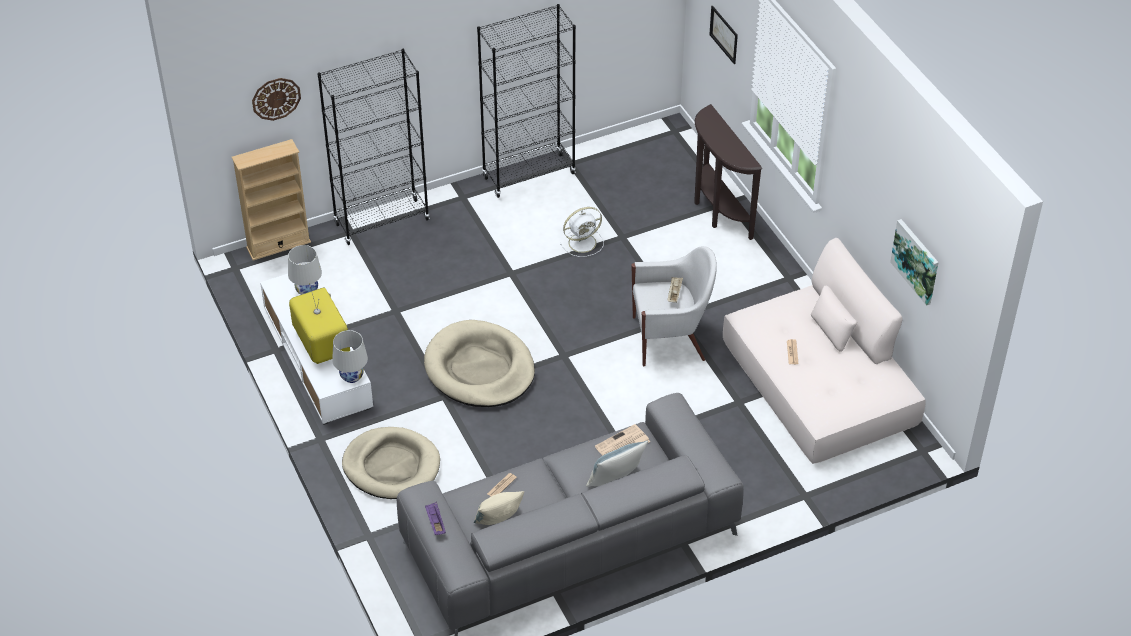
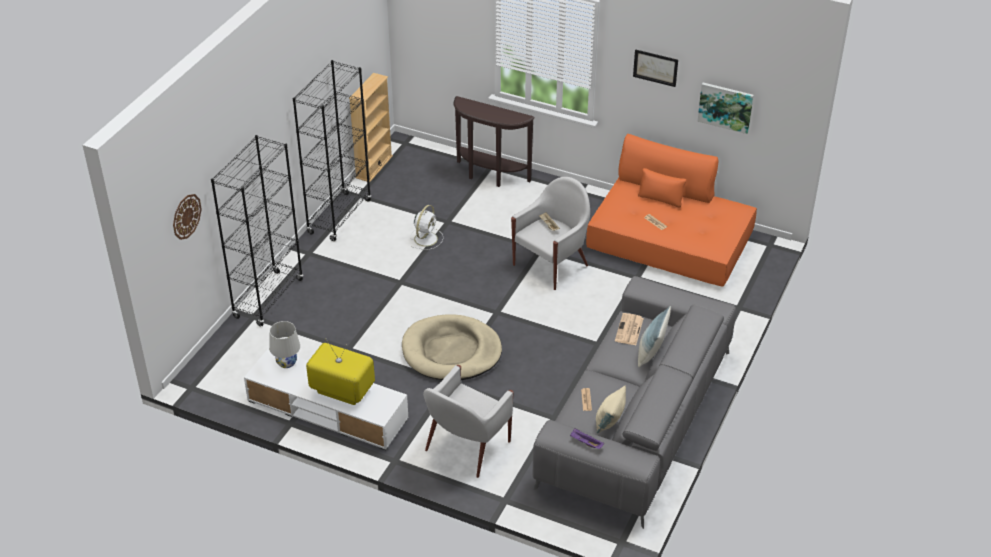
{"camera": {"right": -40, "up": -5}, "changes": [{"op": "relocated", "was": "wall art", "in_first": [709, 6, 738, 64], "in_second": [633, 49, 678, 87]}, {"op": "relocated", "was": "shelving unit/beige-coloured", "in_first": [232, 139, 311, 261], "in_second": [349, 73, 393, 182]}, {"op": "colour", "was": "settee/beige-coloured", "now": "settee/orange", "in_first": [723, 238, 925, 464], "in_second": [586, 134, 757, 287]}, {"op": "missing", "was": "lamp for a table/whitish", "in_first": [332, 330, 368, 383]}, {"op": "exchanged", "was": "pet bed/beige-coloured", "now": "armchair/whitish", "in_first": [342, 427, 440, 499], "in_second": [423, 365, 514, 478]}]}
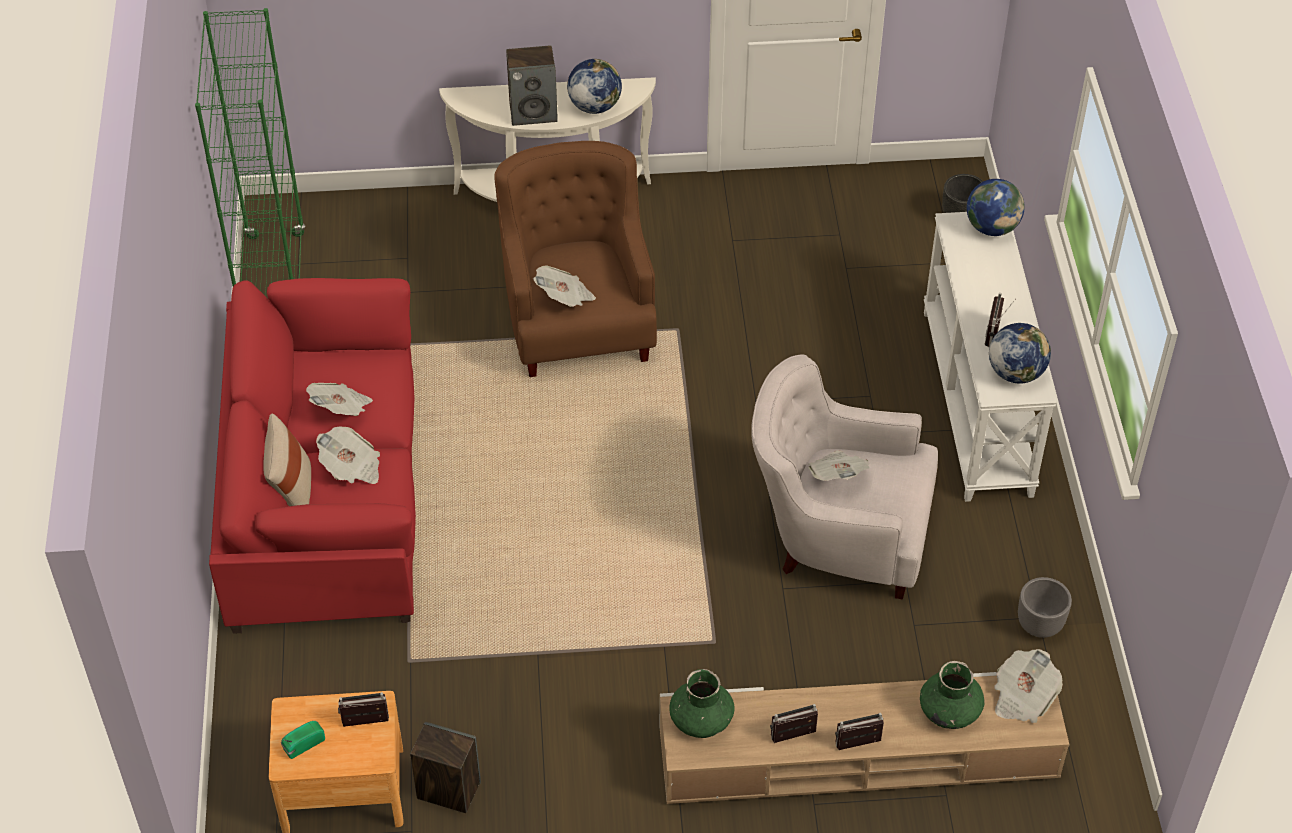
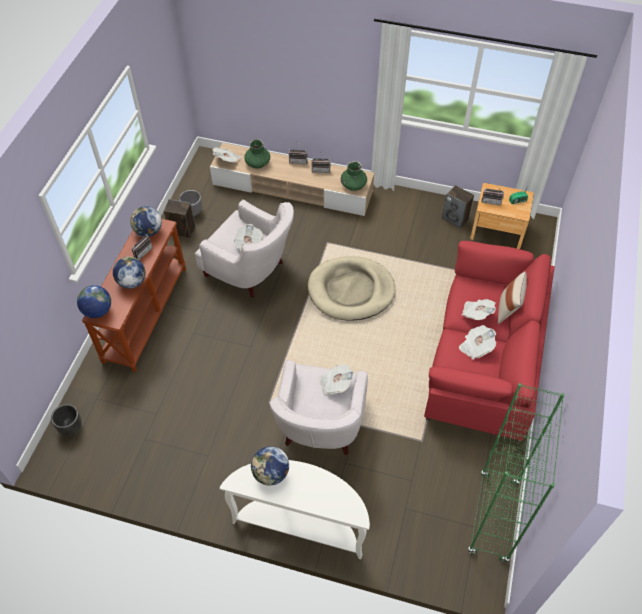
{"camera": {"right": -160, "up": 5}, "changes": [{"op": "relocated", "was": "audio speaker", "in_first": [506, 45, 558, 126], "in_second": [164, 199, 195, 238]}, {"op": "colour", "was": "armchair/brown", "now": "armchair/whitish", "in_first": [494, 141, 657, 377], "in_second": [270, 360, 368, 455]}, {"op": "colour", "was": "narrow table/whitish", "now": "narrow table/brown", "in_first": [924, 212, 1057, 502], "in_second": [82, 219, 186, 372]}, {"op": "appeared", "now": "world globe", "in_second": [113, 256, 146, 289]}, {"op": "appeared", "now": "pet bed/beige-coloured", "in_second": [308, 256, 395, 320]}]}
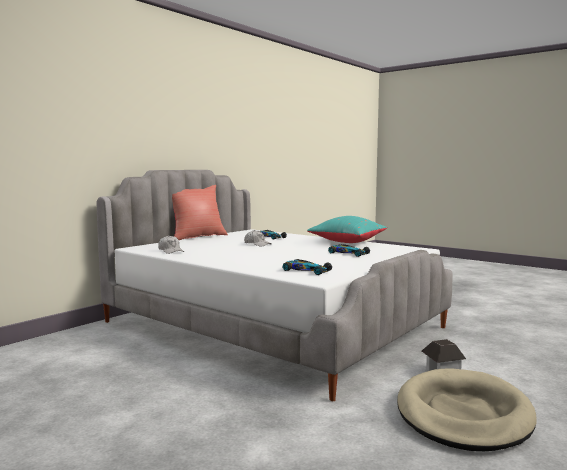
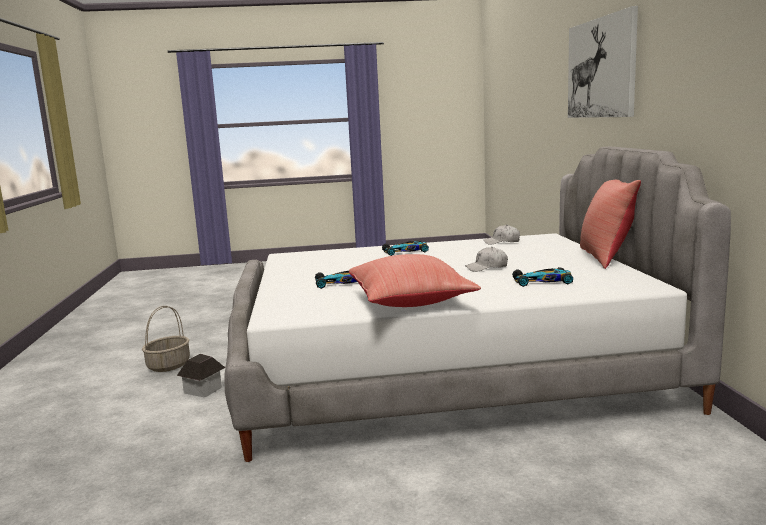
{"camera": {"right": 135, "up": 5}, "changes": [{"op": "colour", "was": "cushion/turquoise", "now": "cushion/red", "in_first": [307, 216, 387, 243], "in_second": [349, 254, 481, 307]}, {"op": "relocated", "was": "toy car", "in_first": [282, 259, 332, 275], "in_second": [382, 240, 429, 256]}, {"op": "exchanged", "was": "pet bed/beige-coloured", "now": "basket", "in_first": [397, 368, 537, 451], "in_second": [142, 306, 190, 372]}, {"op": "appeared", "now": "wall art", "in_second": [568, 6, 638, 118]}]}
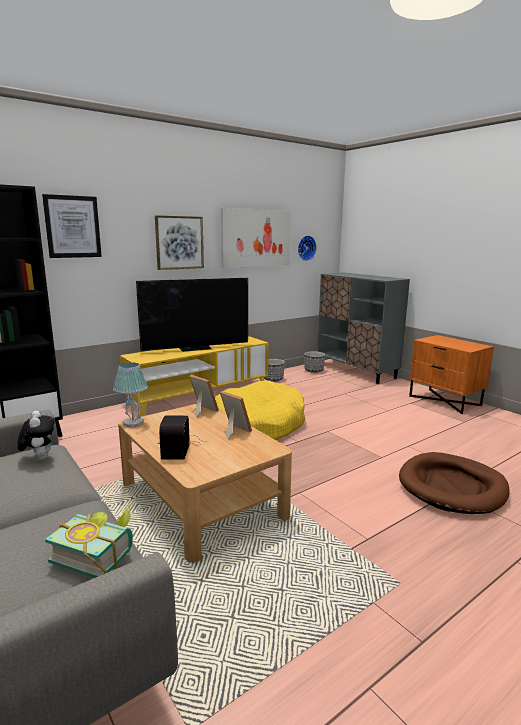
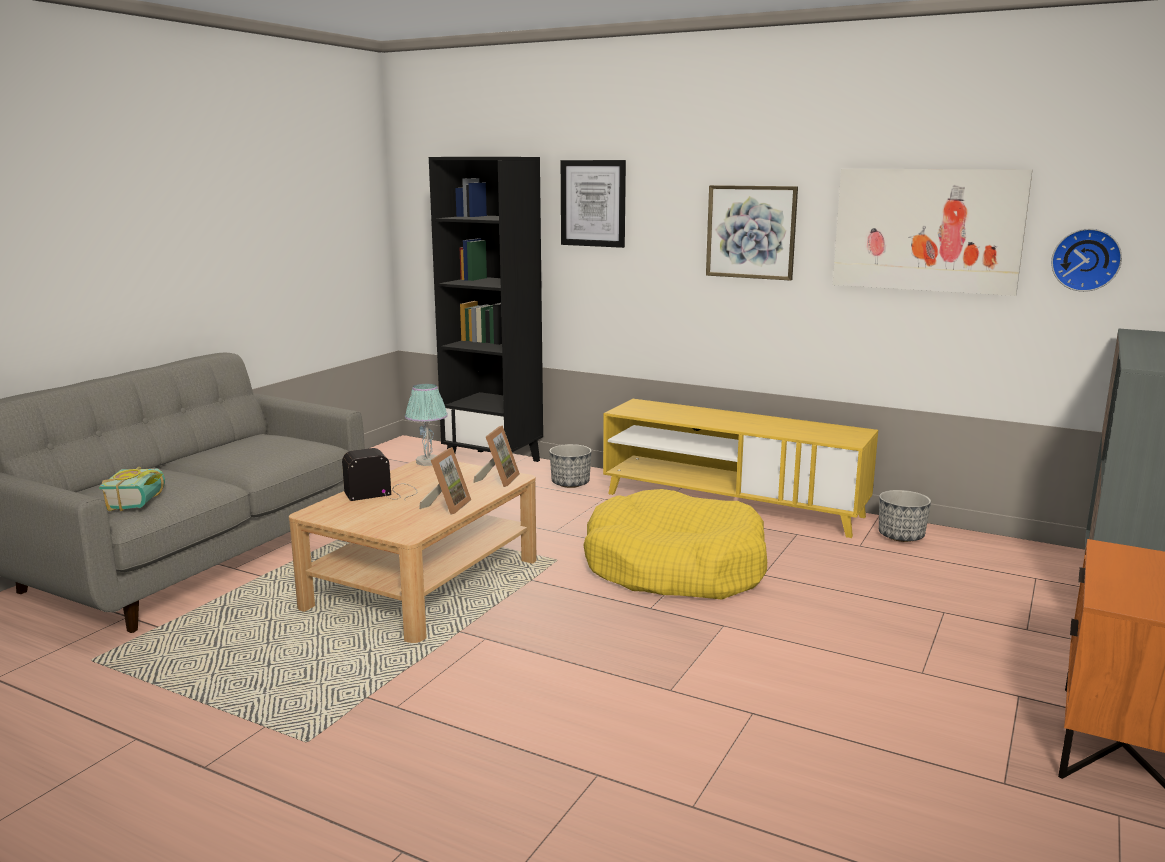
{"camera": {"right": 65, "up": 0}, "changes": [{"op": "missing", "was": "TV", "in_first": [136, 278, 248, 352]}, {"op": "relocated", "was": "planter", "in_first": [304, 351, 325, 373], "in_second": [549, 444, 592, 488]}, {"op": "missing", "was": "cuddly toy", "in_first": [17, 411, 54, 460]}, {"op": "missing", "was": "pet bed/brown", "in_first": [399, 452, 510, 514]}]}
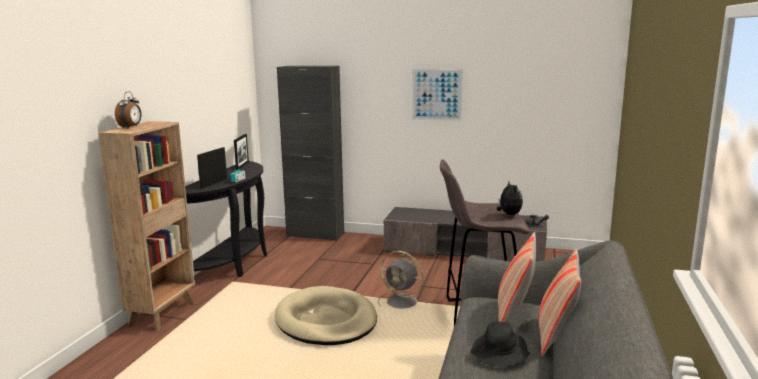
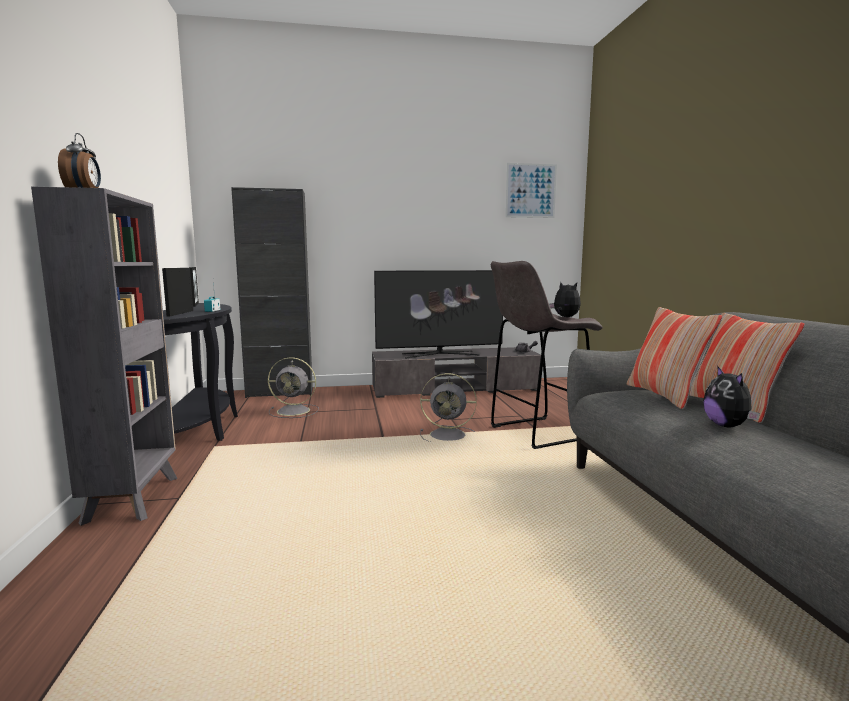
{"camera": {"right": -25, "up": -5}, "changes": [{"op": "relocated", "was": "wall art", "in_first": [412, 69, 463, 121], "in_second": [505, 163, 557, 218]}, {"op": "colour", "was": "shelving unit/brown", "now": "shelving unit/greyish", "in_first": [98, 121, 195, 331], "in_second": [31, 187, 178, 526]}, {"op": "missing", "was": "pet bed/beige-coloured", "in_first": [275, 286, 377, 345]}, {"op": "exchanged", "was": "clothing hat/blackish", "now": "cuddly toy", "in_first": [471, 321, 530, 367], "in_second": [703, 366, 760, 427]}, {"op": "appeared", "now": "TV", "in_second": [374, 270, 503, 359]}, {"op": "appeared", "now": "cooling fan/greyish", "in_second": [268, 358, 319, 418]}]}
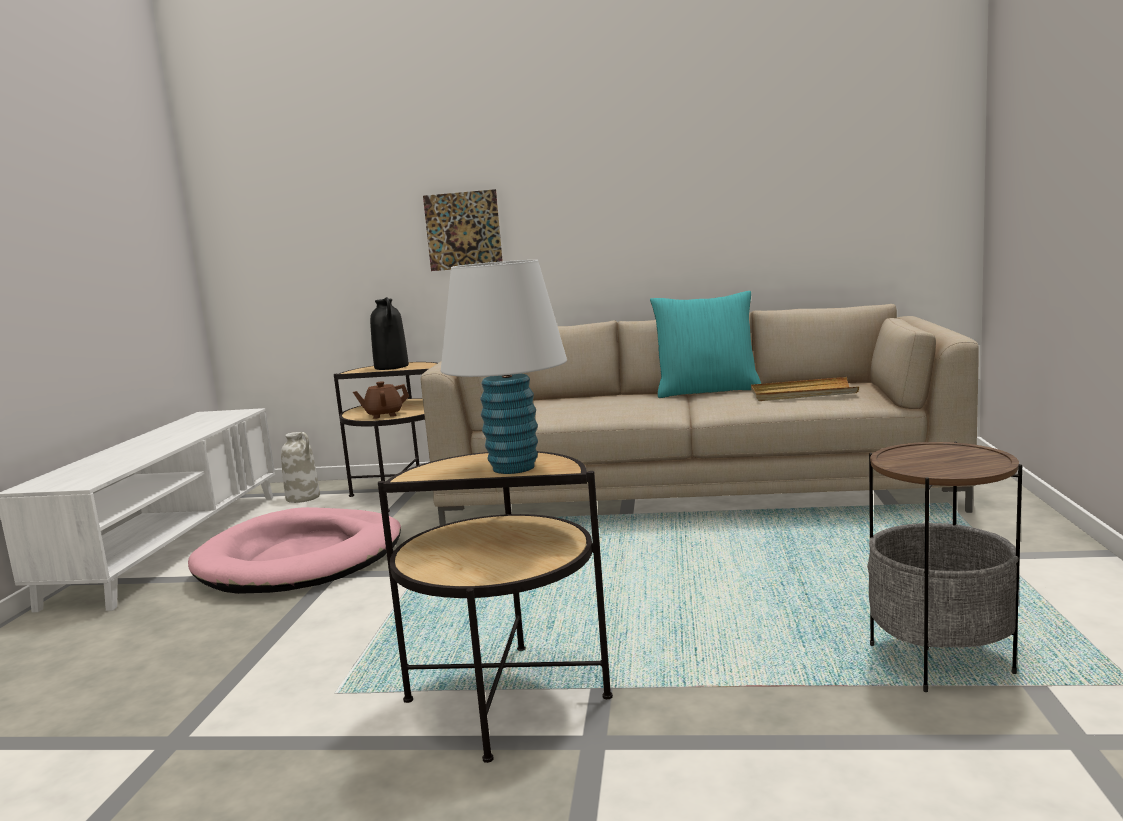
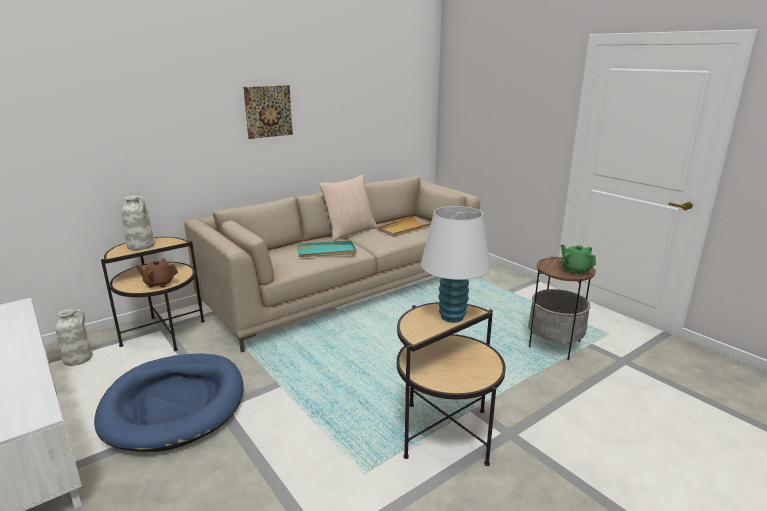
{"camera": {"right": -45, "up": 10}, "changes": [{"op": "relocated", "was": "wall art", "in_first": [423, 189, 503, 271], "in_second": [243, 85, 293, 139]}, {"op": "colour", "was": "cushion/turquoise", "now": "cushion/beige-coloured", "in_first": [650, 291, 761, 398], "in_second": [319, 174, 377, 241]}, {"op": "colour", "was": "flower vase/blackish", "now": "flower vase/whitish", "in_first": [370, 297, 409, 370], "in_second": [122, 196, 155, 250]}, {"op": "spun", "was": "tea pot/brown", "in_first": [353, 381, 409, 419], "in_second": [136, 259, 178, 288], "clockwise": 60}, {"op": "colour", "was": "pet bed/pink", "now": "pet bed/blue-coloured", "in_first": [188, 507, 401, 594], "in_second": [94, 354, 243, 452]}, {"op": "appeared", "now": "tray/turquoise", "in_second": [297, 241, 356, 257]}, {"op": "appeared", "now": "tea pot/green", "in_second": [561, 245, 596, 275]}]}
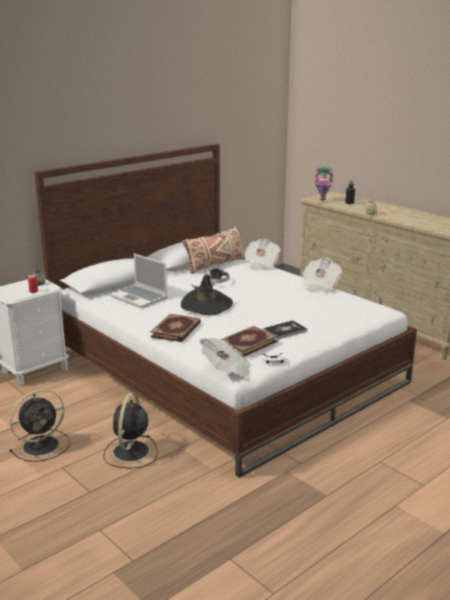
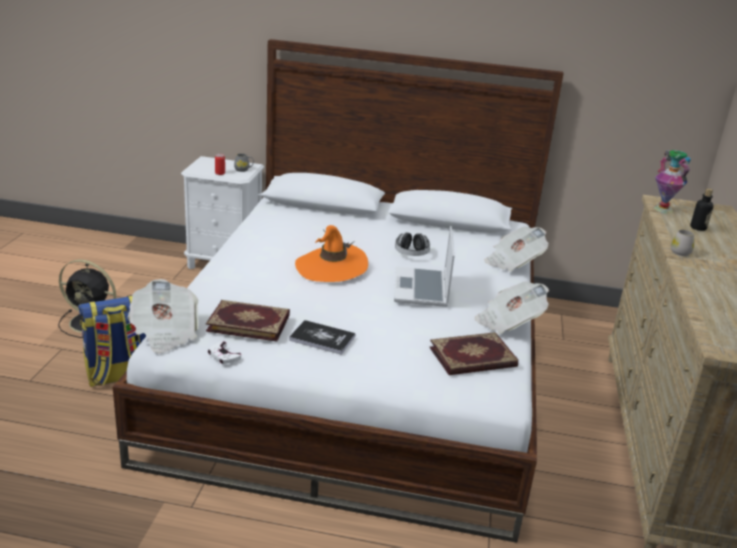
{"camera": {"right": 50, "up": 5}, "changes": [{"op": "missing", "was": "cushion/beige-coloured", "in_first": [182, 226, 245, 274]}, {"op": "relocated", "was": "notebook computer", "in_first": [110, 253, 168, 308], "in_second": [394, 226, 454, 307]}, {"op": "colour", "was": "clothing hat/blackish", "now": "clothing hat/orange", "in_first": [181, 275, 233, 315], "in_second": [295, 225, 368, 282]}, {"op": "relocated", "was": "volume", "in_first": [150, 314, 201, 342], "in_second": [429, 332, 518, 375]}, {"op": "exchanged", "was": "cooling fan/blackish", "now": "backpack", "in_first": [103, 392, 157, 469], "in_second": [78, 295, 146, 387]}]}
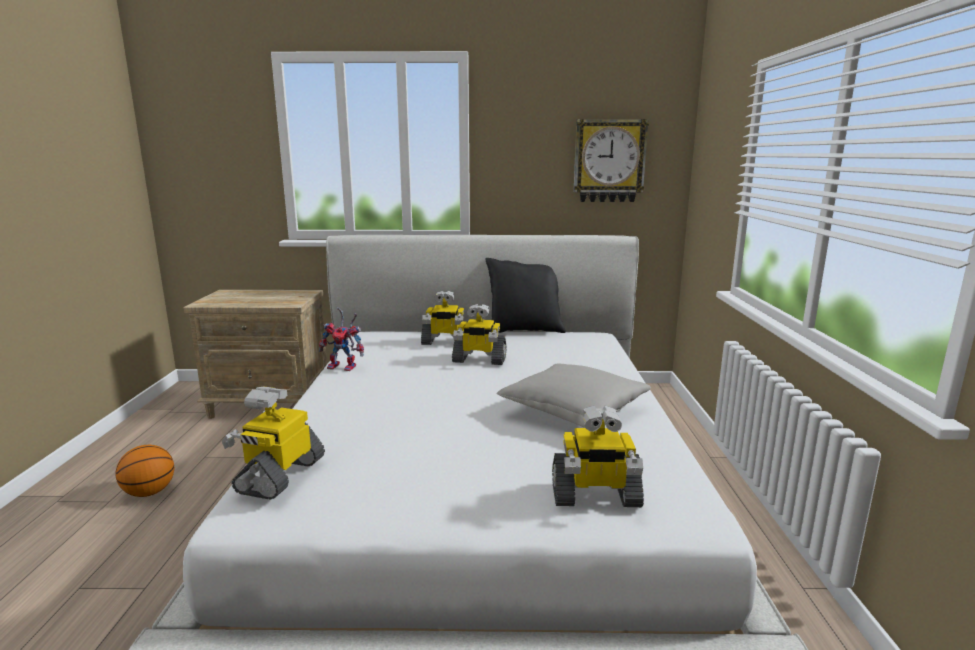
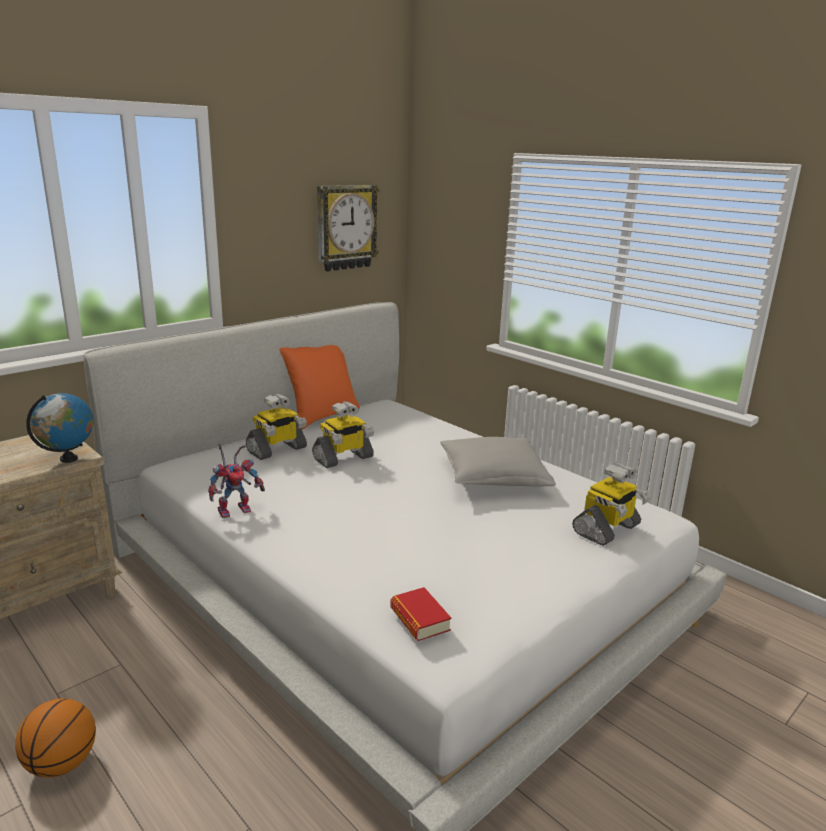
{"camera": {"right": -45, "up": 5}, "changes": [{"op": "colour", "was": "cushion/blackish", "now": "cushion/orange", "in_first": [485, 258, 566, 333], "in_second": [279, 345, 360, 429]}, {"op": "exchanged", "was": "robot figure", "now": "volume", "in_first": [222, 386, 325, 499], "in_second": [390, 587, 451, 641]}, {"op": "appeared", "now": "world globe", "in_second": [26, 393, 93, 463]}]}
